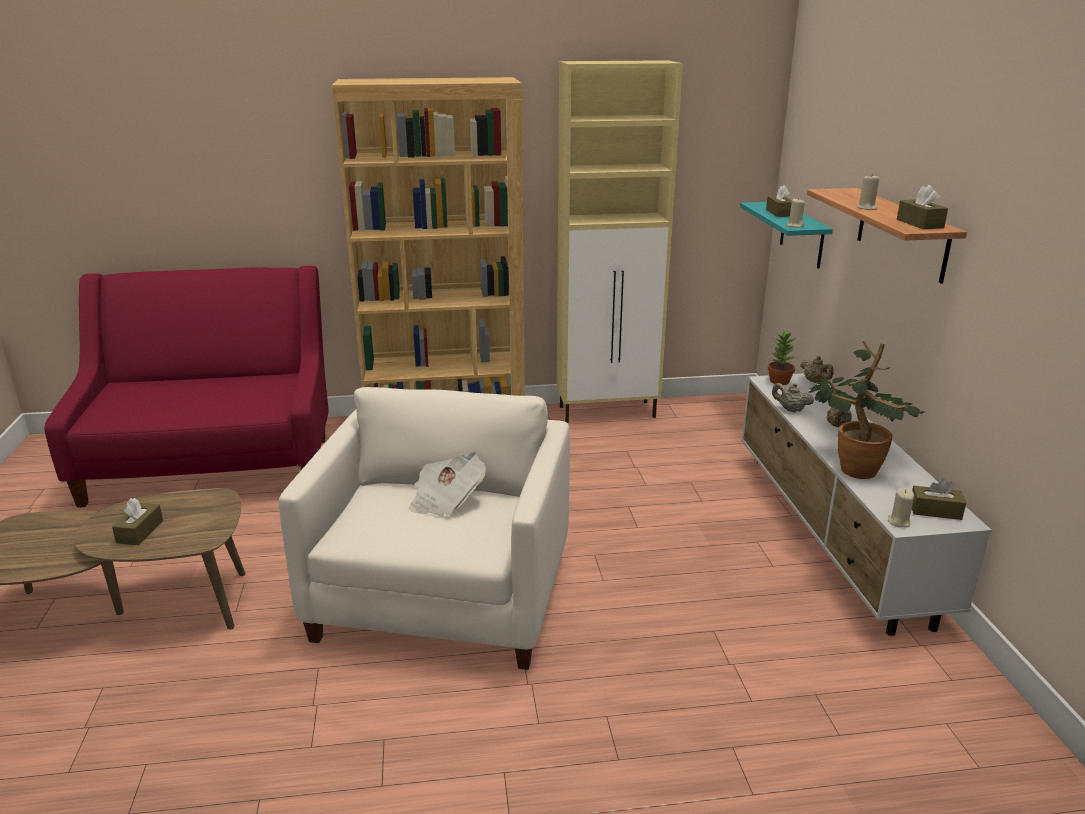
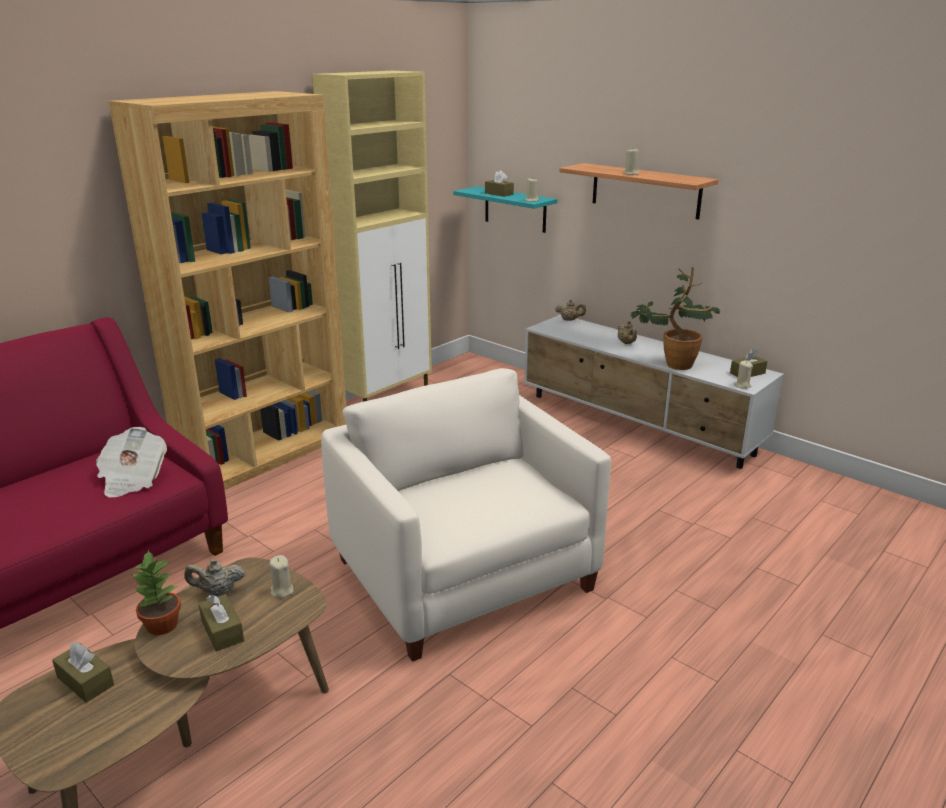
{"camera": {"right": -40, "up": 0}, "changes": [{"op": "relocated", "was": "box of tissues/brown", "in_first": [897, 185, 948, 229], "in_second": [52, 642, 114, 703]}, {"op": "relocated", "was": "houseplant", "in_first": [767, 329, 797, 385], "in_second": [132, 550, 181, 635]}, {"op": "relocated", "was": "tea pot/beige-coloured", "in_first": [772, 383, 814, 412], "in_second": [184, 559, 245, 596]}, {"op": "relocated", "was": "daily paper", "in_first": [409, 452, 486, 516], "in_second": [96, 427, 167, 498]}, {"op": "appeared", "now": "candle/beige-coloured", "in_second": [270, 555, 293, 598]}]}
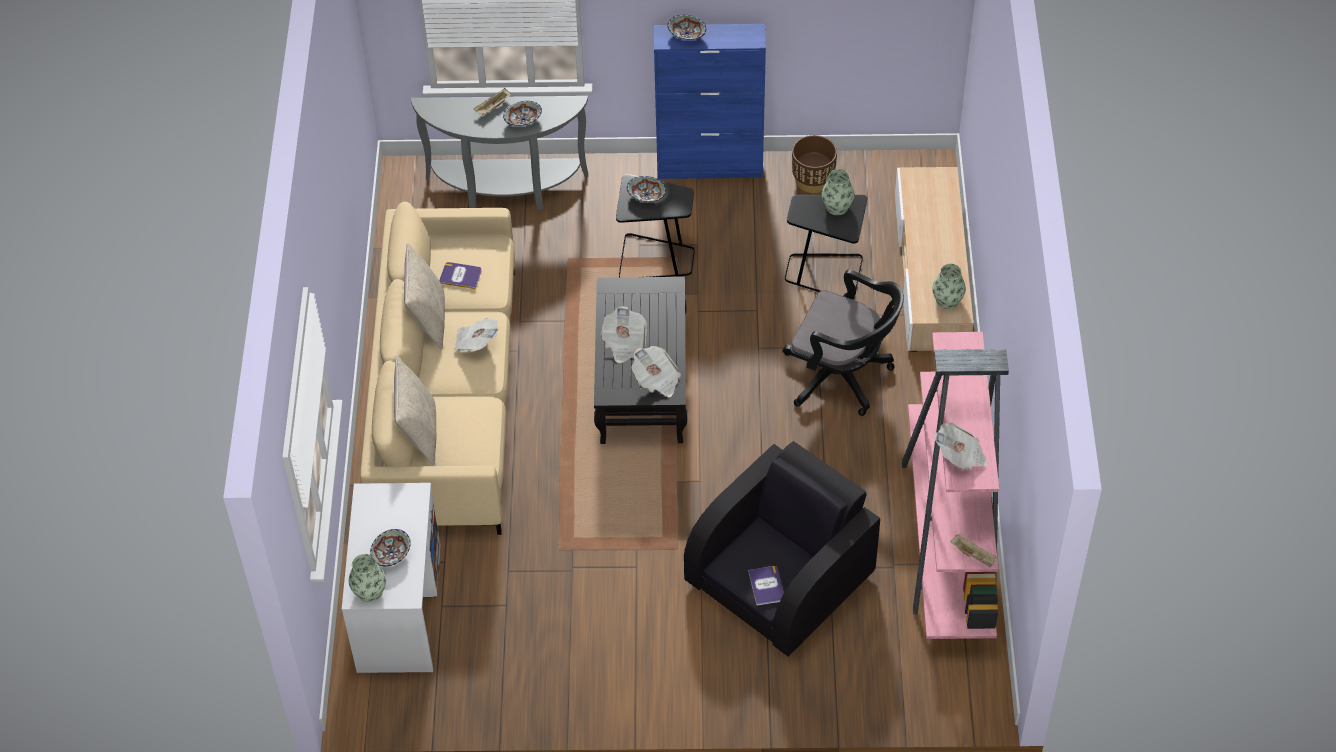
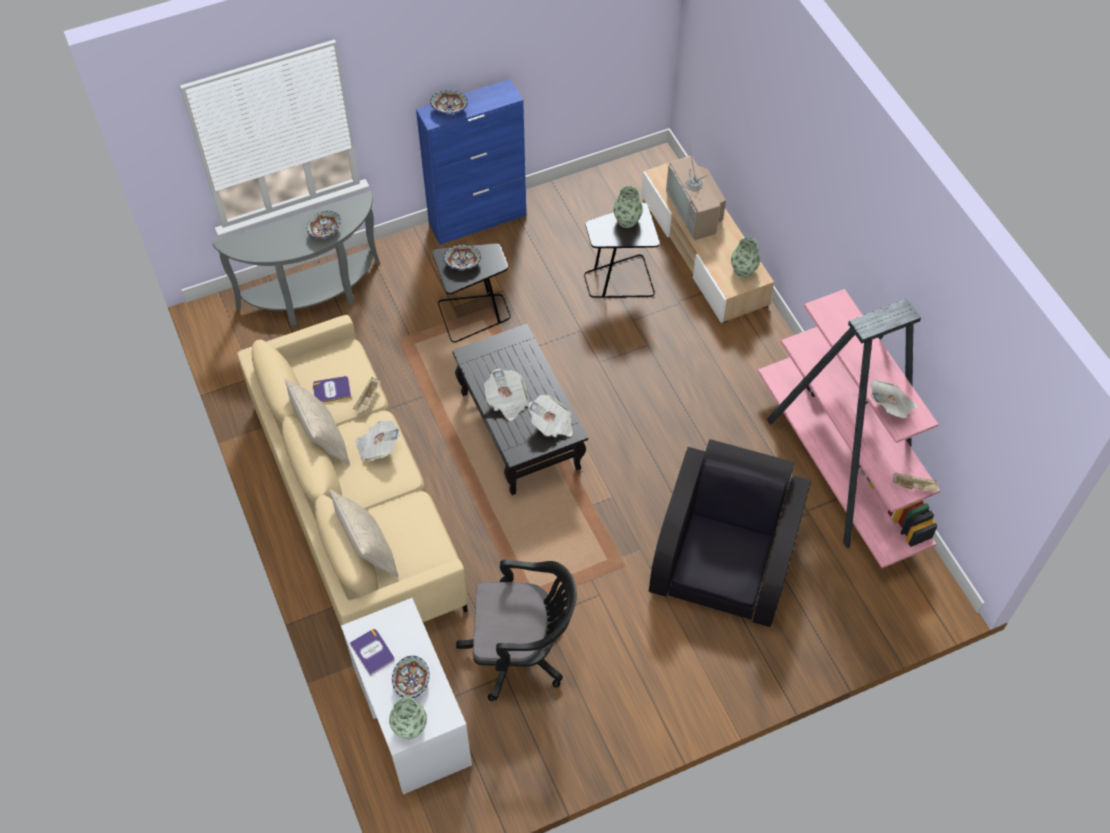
{"camera": {"right": -25, "up": 5}, "changes": [{"op": "relocated", "was": "tray/beige-coloured", "in_first": [473, 88, 511, 115], "in_second": [353, 377, 381, 412]}, {"op": "missing", "was": "planter/brown", "in_first": [792, 135, 837, 193]}, {"op": "relocated", "was": "computer chair/blackish", "in_first": [783, 269, 904, 416], "in_second": [456, 560, 577, 701]}, {"op": "relocated", "was": "volume", "in_first": [748, 566, 784, 606], "in_second": [350, 629, 394, 676]}, {"op": "appeared", "now": "TV", "in_second": [666, 145, 726, 240]}]}
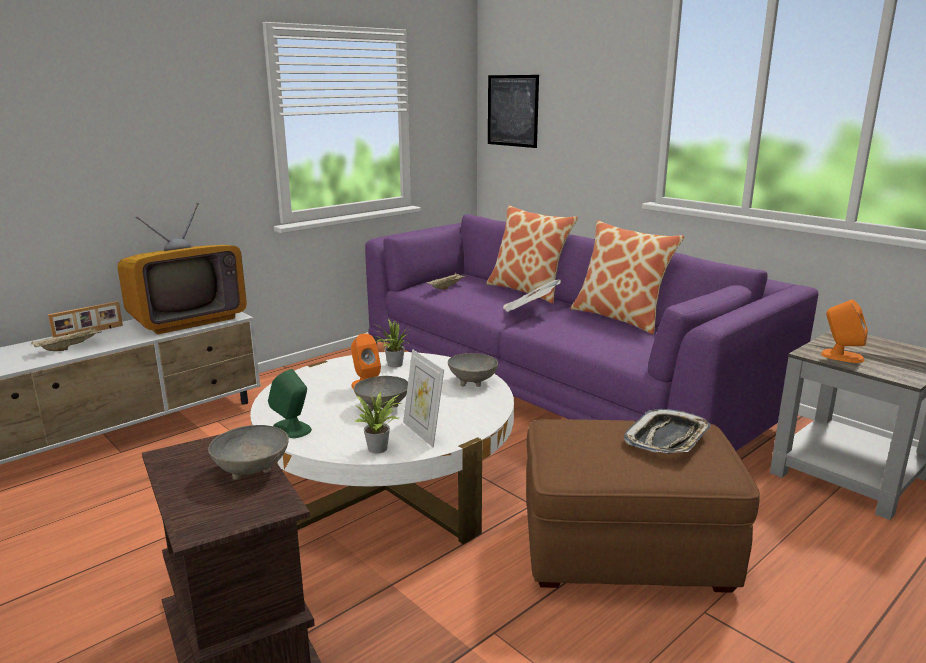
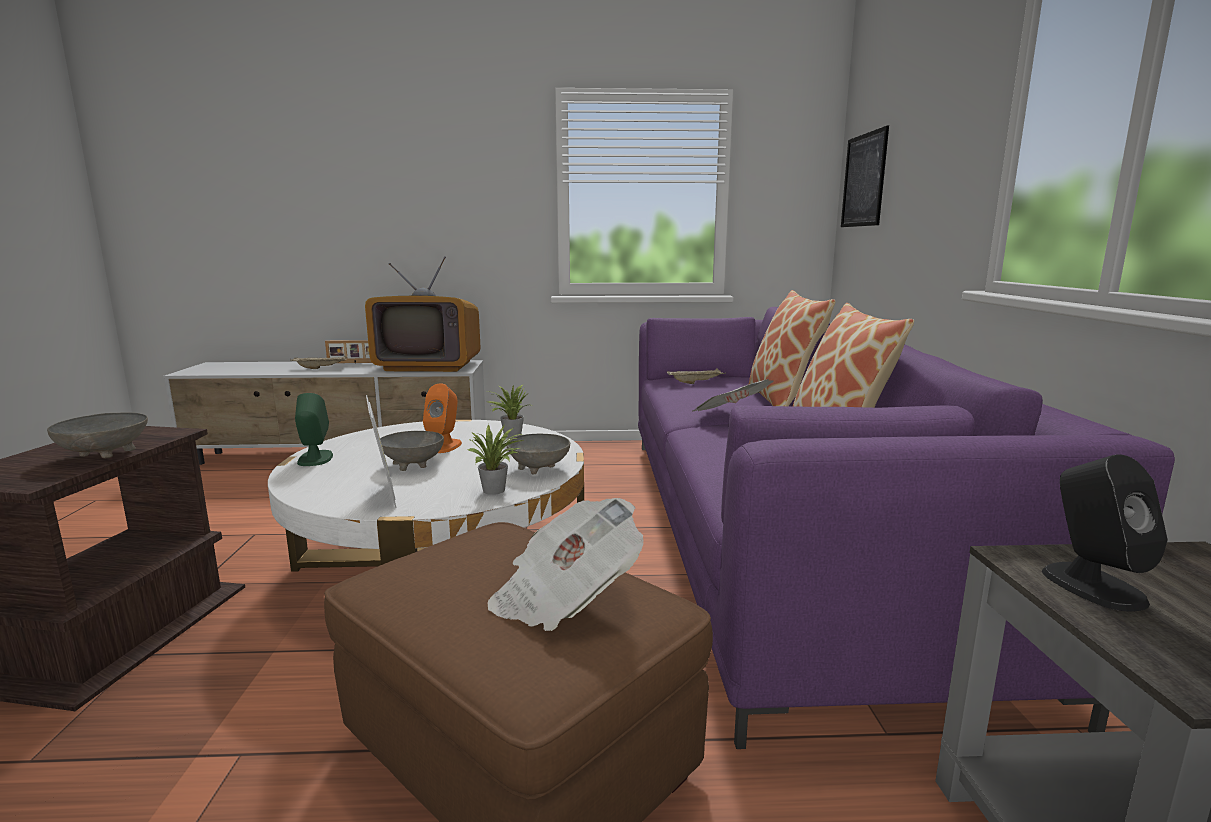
{"camera": {"right": 40, "up": -5}, "changes": [{"op": "colour", "was": "audio speaker/orange", "now": "audio speaker/blackish", "in_first": [821, 300, 868, 363], "in_second": [1042, 454, 1168, 611]}, {"op": "spun", "was": "picture frame", "in_first": [403, 349, 444, 447], "in_second": [366, 395, 396, 508], "clockwise": 150}, {"op": "relocated", "was": "houseplant", "in_first": [354, 392, 402, 454], "in_second": [468, 424, 524, 495]}, {"op": "exchanged", "was": "tray", "now": "daily paper", "in_first": [624, 409, 711, 453], "in_second": [487, 498, 644, 631]}]}
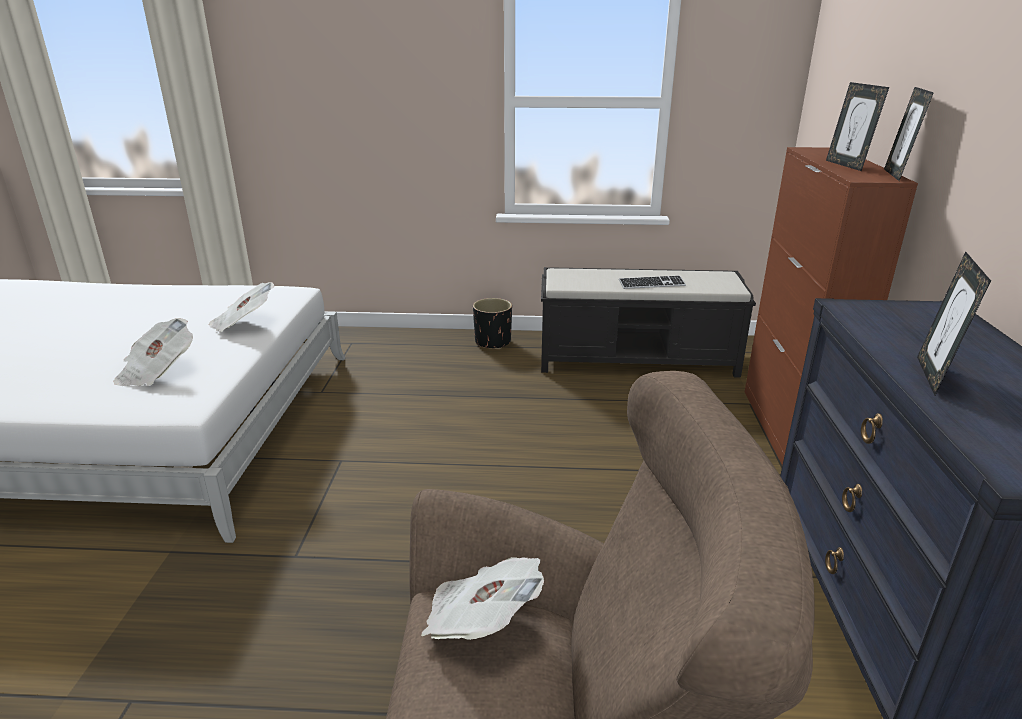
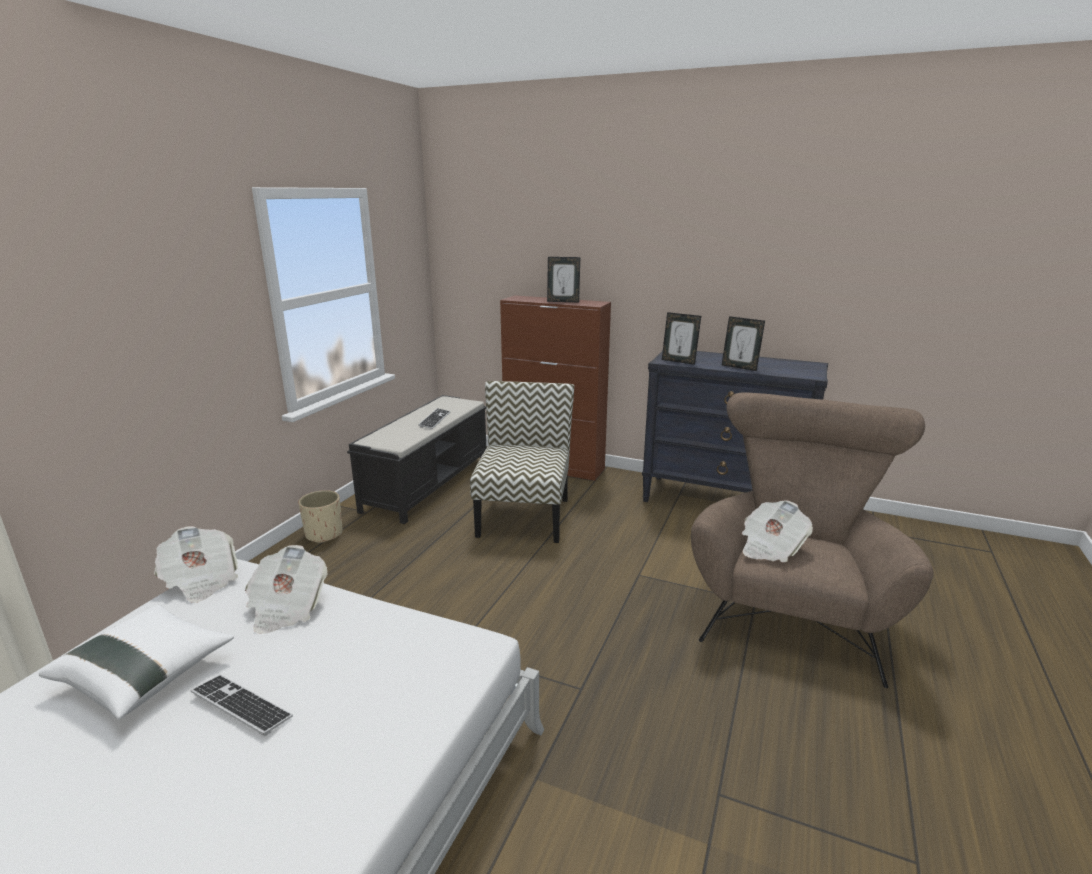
{"camera": {"right": -70, "up": -5}, "changes": [{"op": "relocated", "was": "picture frame", "in_first": [884, 87, 934, 181], "in_second": [662, 312, 701, 365]}, {"op": "colour", "was": "planter/blackish", "now": "planter/beige-coloured", "in_first": [473, 298, 512, 349], "in_second": [298, 490, 342, 544]}, {"op": "relocated", "was": "daily paper", "in_first": [113, 318, 193, 386], "in_second": [154, 526, 238, 603]}, {"op": "appeared", "now": "chair", "in_second": [470, 381, 574, 543]}, {"op": "appeared", "now": "cushion/whitish", "in_second": [39, 605, 234, 720]}, {"op": "appeared", "now": "keyboard", "in_second": [191, 675, 293, 736]}]}
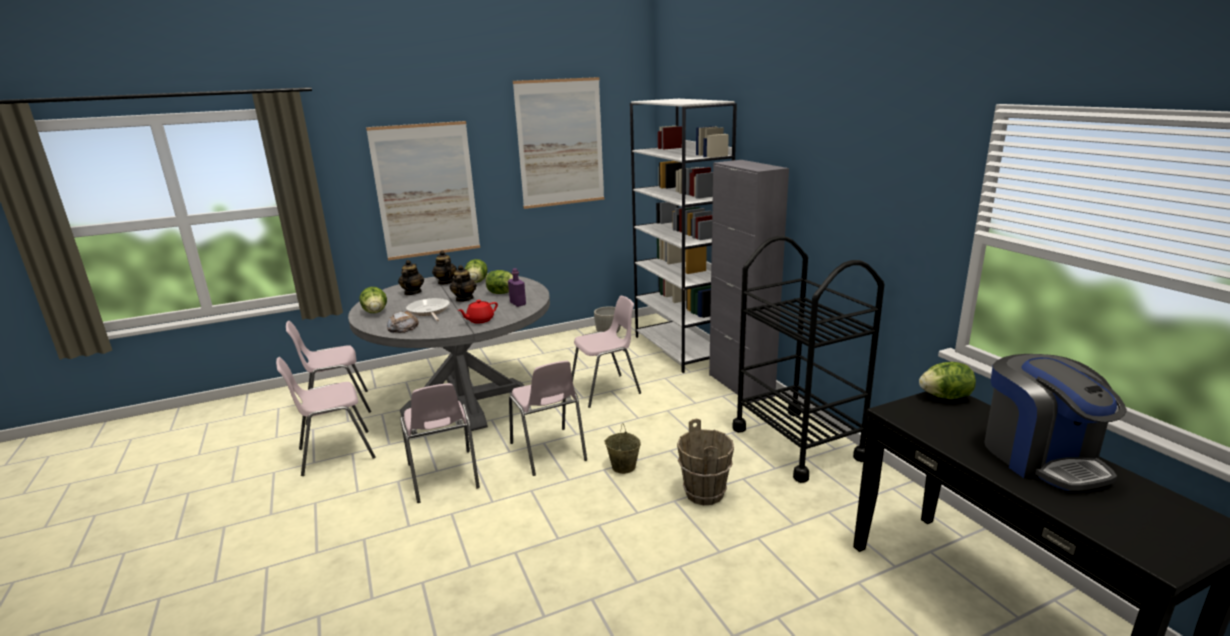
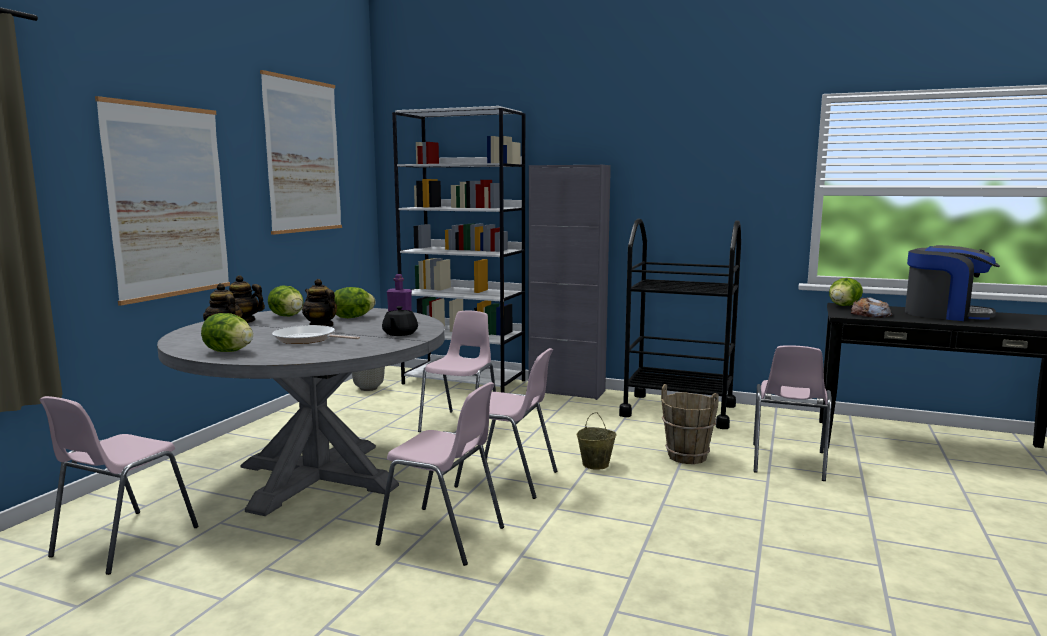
{"camera": {"right": -45, "up": -10}, "changes": [{"op": "colour", "was": "tea pot/red", "now": "tea pot/blackish", "in_first": [458, 300, 498, 323], "in_second": [382, 306, 418, 336]}, {"op": "relocated", "was": "bakery bread", "in_first": [387, 311, 419, 333], "in_second": [851, 297, 892, 318]}, {"op": "relocated", "was": "chair/pink", "in_first": [276, 357, 376, 476], "in_second": [753, 345, 832, 481]}]}
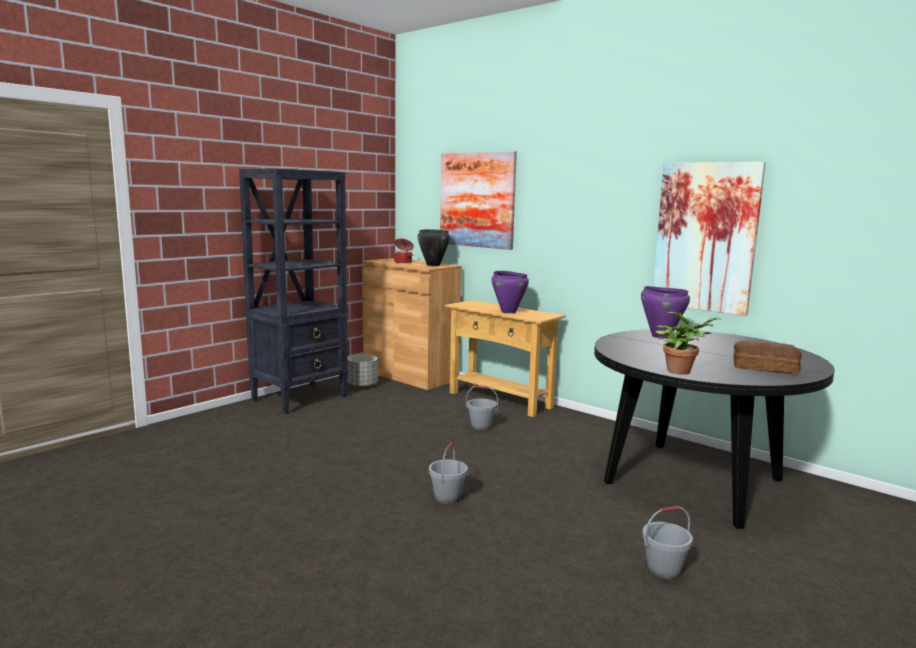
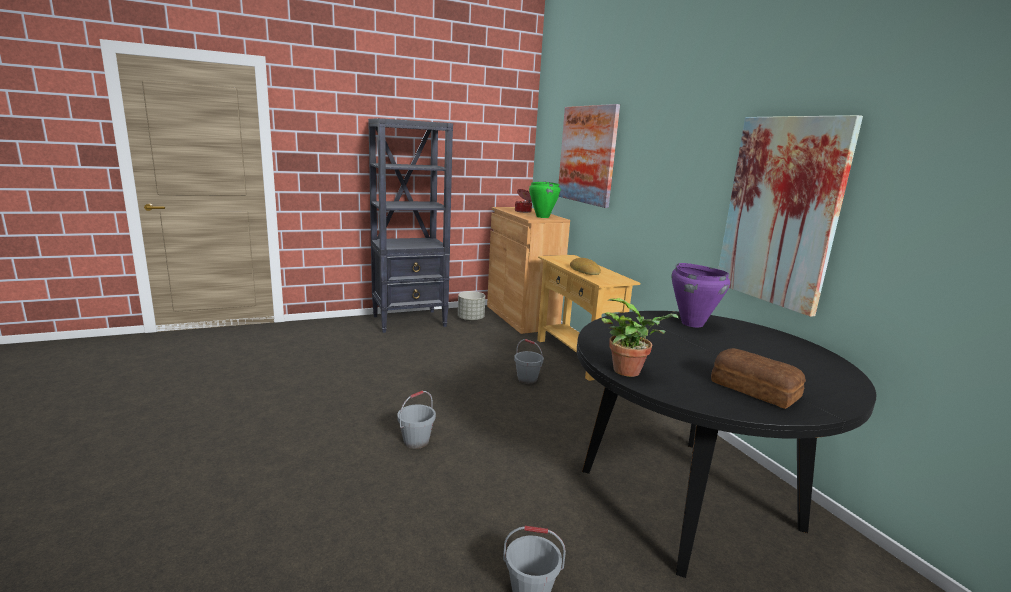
{"camera": {"right": 25, "up": 5}, "changes": [{"op": "colour", "was": "stockpot/blackish", "now": "stockpot/green", "in_first": [418, 229, 450, 266], "in_second": [529, 182, 561, 218]}, {"op": "exchanged", "was": "stockpot/purple", "now": "bakery bread", "in_first": [492, 271, 529, 313], "in_second": [570, 258, 601, 275]}]}
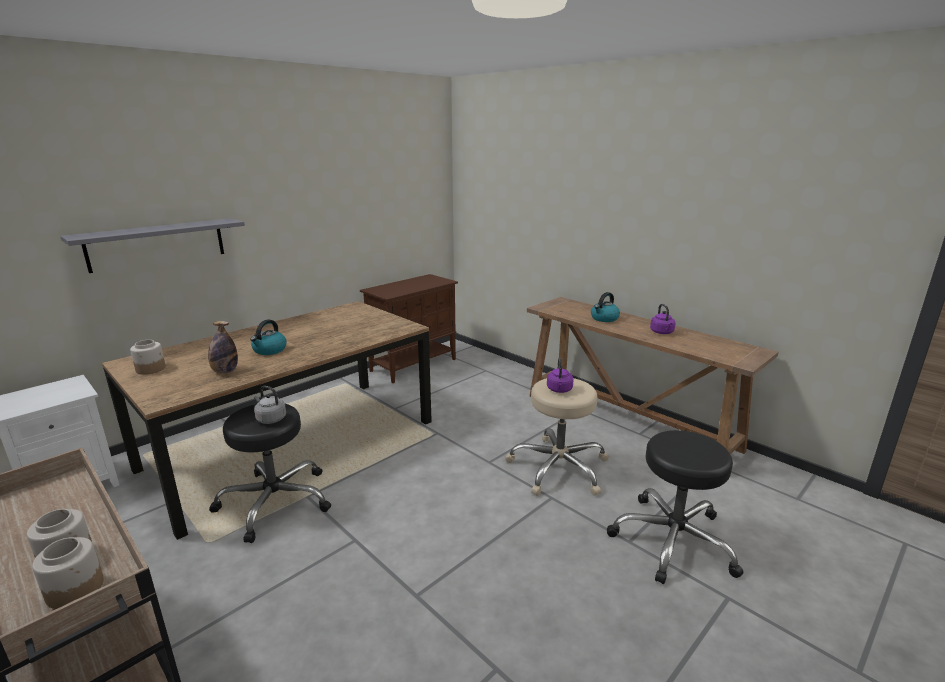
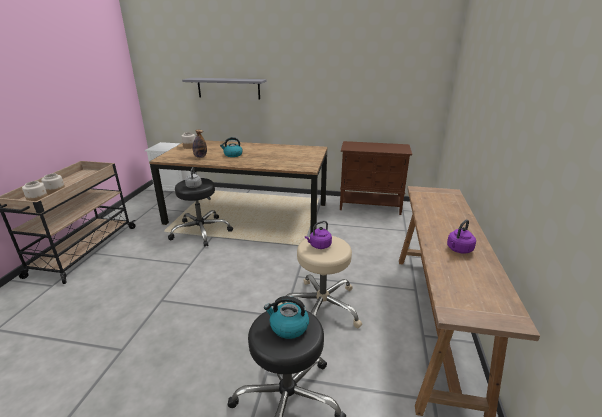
{"camera": {"right": 55, "up": 5}, "changes": [{"op": "relocated", "was": "tea kettle", "in_first": [591, 292, 620, 322], "in_second": [264, 296, 309, 339]}]}
